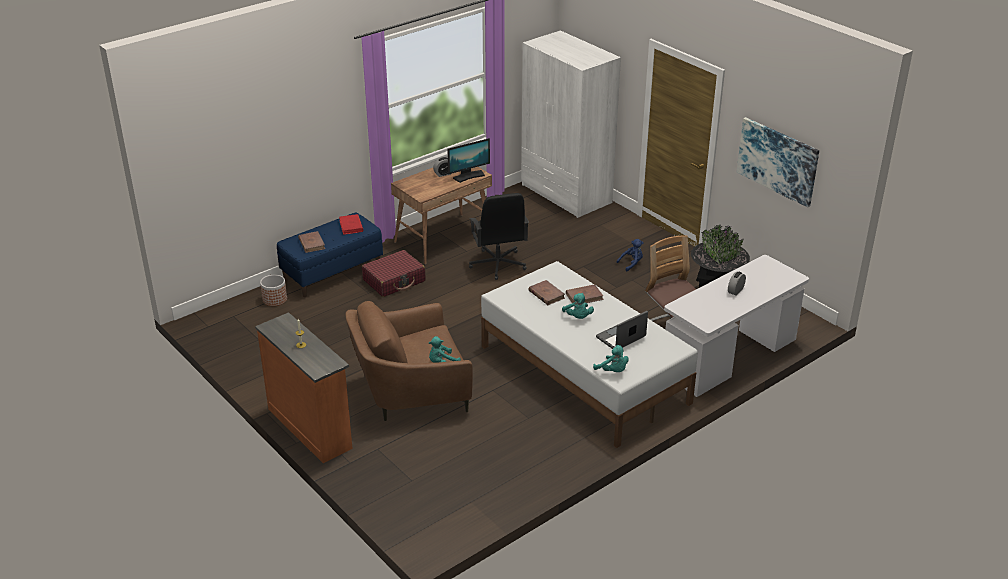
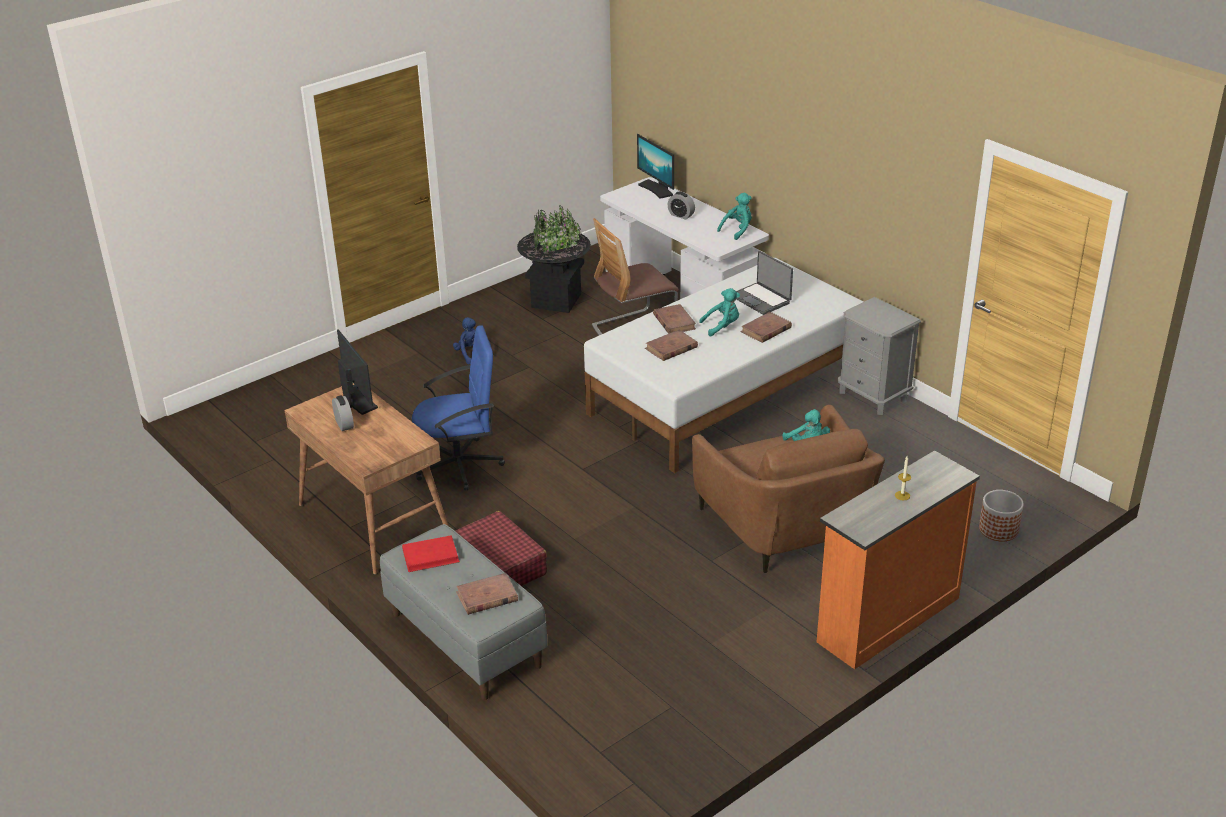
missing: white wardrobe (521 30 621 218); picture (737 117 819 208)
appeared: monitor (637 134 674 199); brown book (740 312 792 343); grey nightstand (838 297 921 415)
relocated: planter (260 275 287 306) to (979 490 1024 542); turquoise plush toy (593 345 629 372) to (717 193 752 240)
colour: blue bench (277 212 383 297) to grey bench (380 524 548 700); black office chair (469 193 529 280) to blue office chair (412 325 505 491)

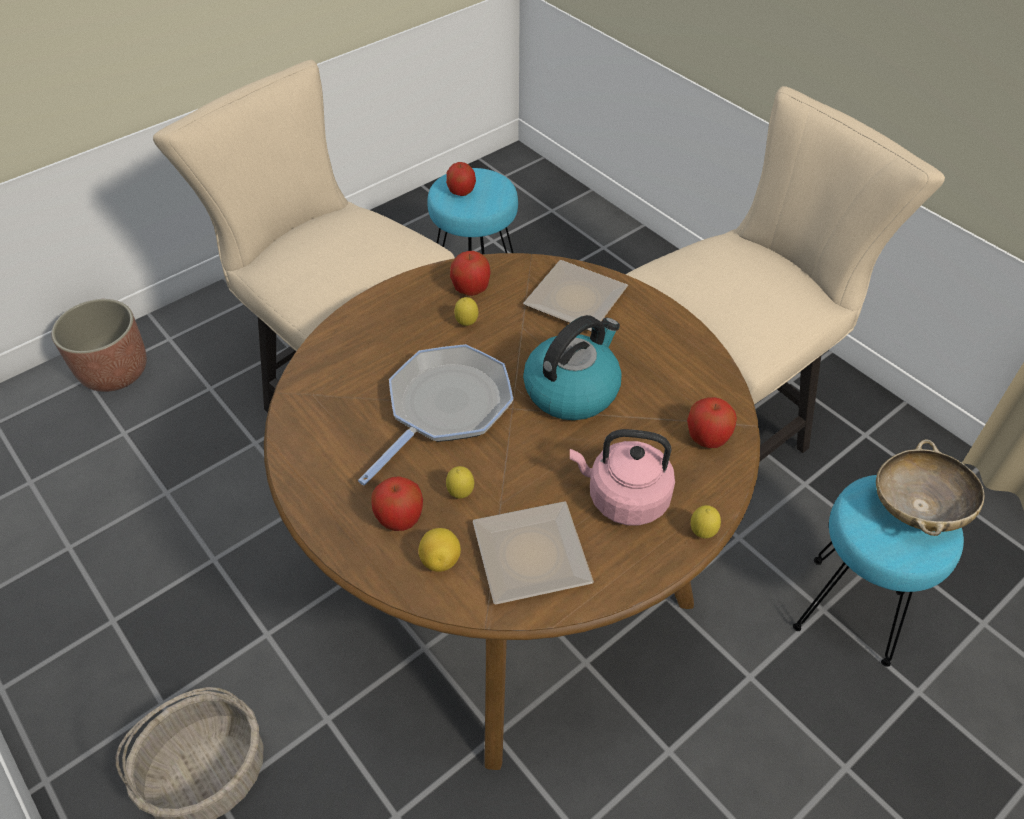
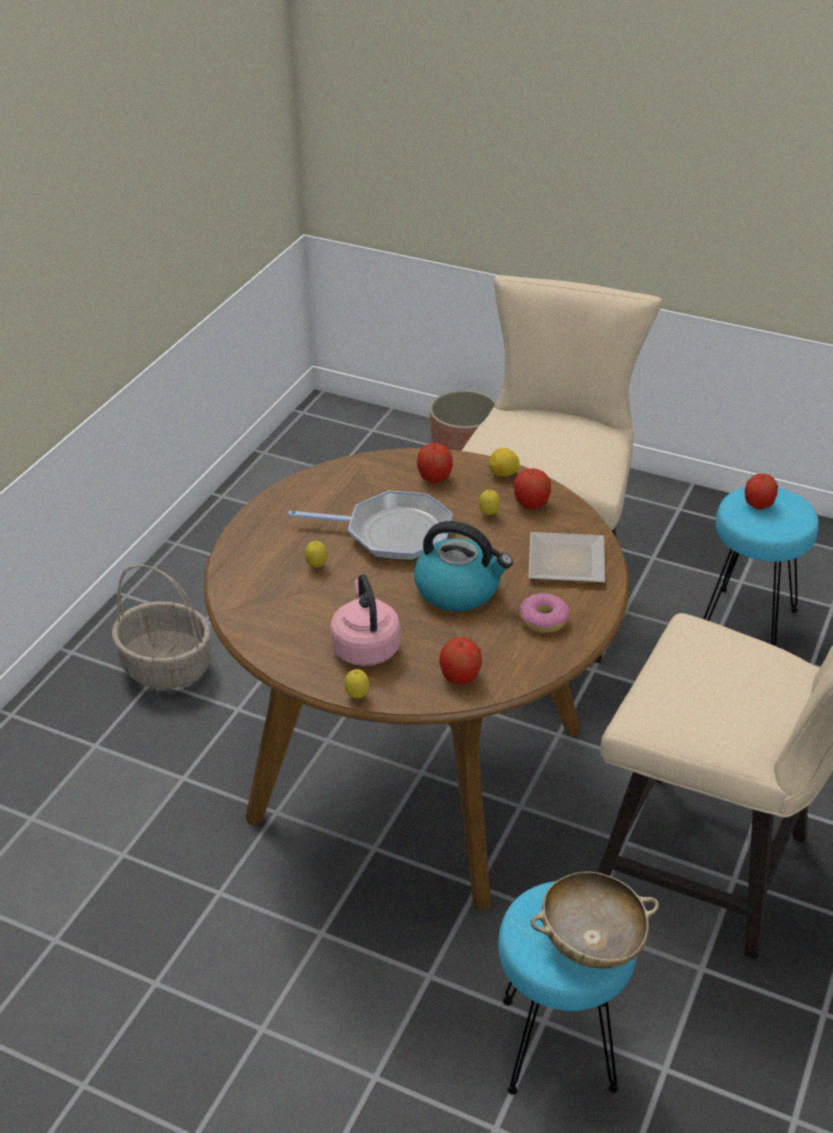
missing: plate (473 501 594 605)
appeared: donut (519 593 570 633)
relocated: apple (371 476 423 531) to (417 443 453 483); lemon (419 528 461 572) to (489 448 519 477)

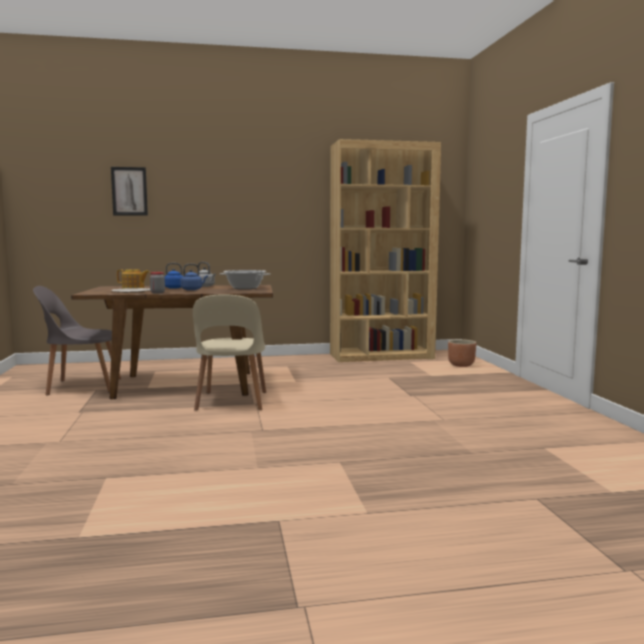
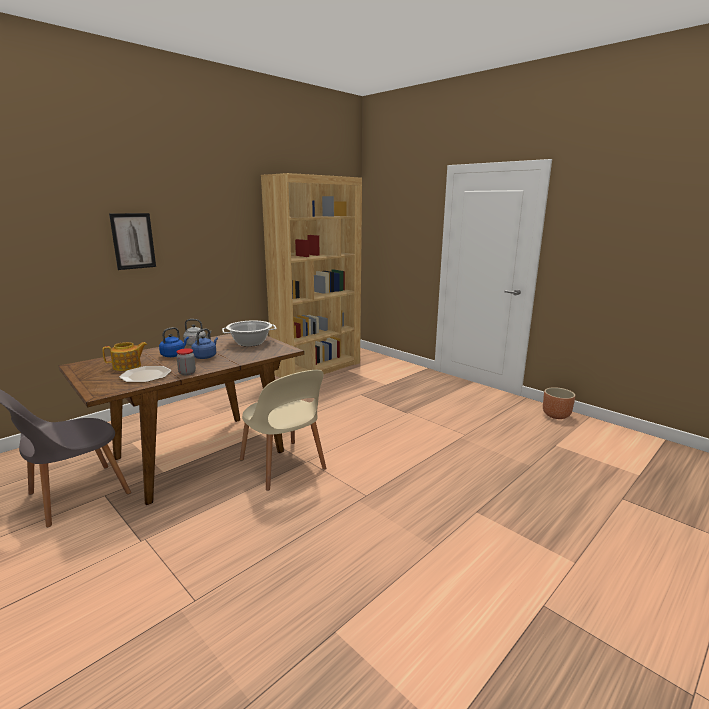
relocated: picture (111 167 148 216) to (109 213 156 270); brown planter (448 339 476 367) to (543 387 575 419)

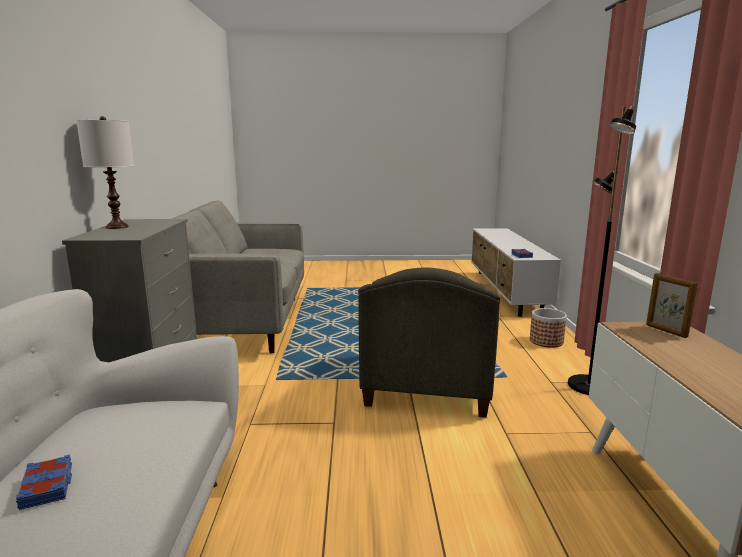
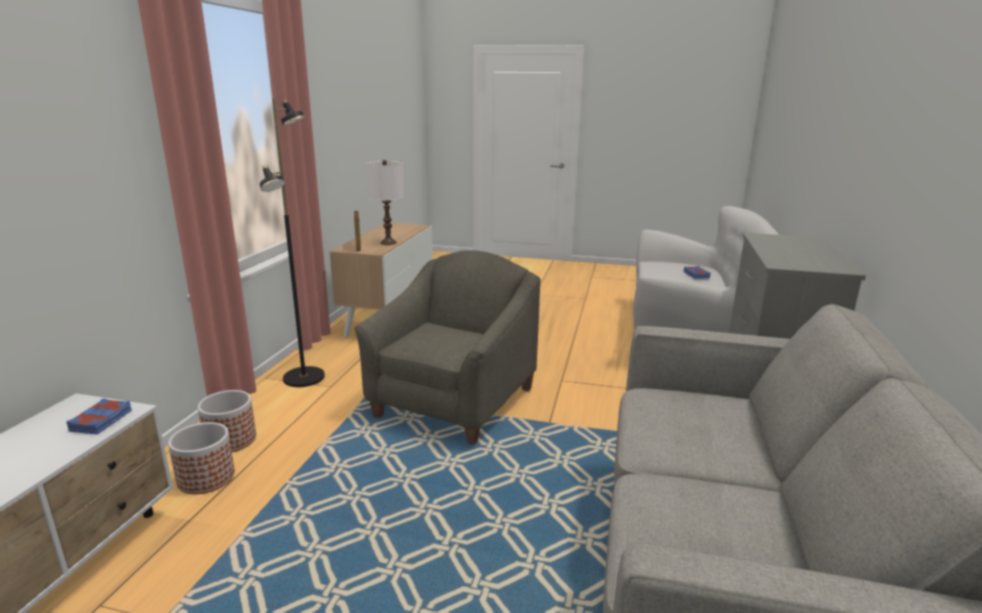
appeared: planter (168 422 235 494)
relocated: white table lamp (76 116 134 229) to (366 160 404 245)

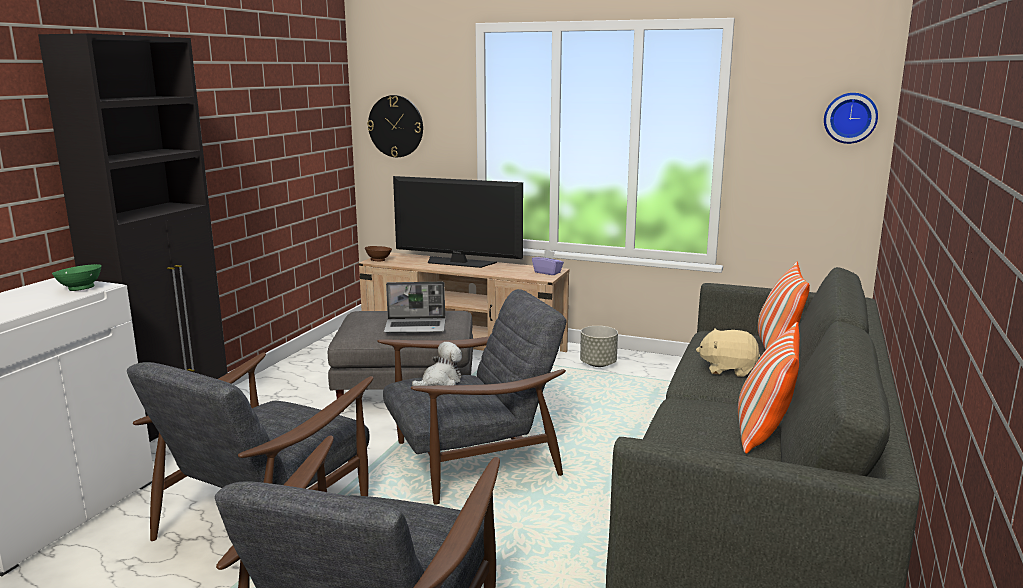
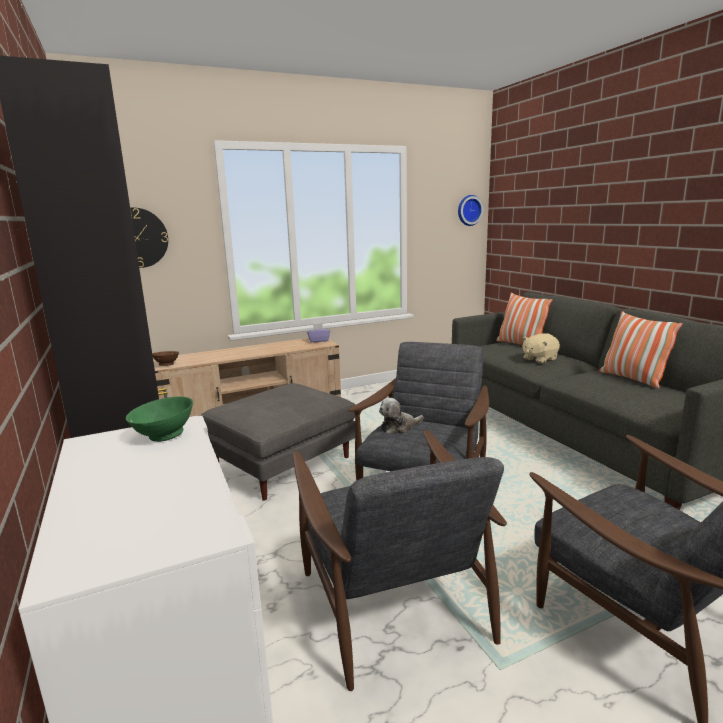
missing: laptop (384 282 445 333); television (393 176 523 268); grey planter (580 326 618 367)
spun: plush toy (412 342 462 386) = (379 398 424 435) 120 degrees counterclockwise

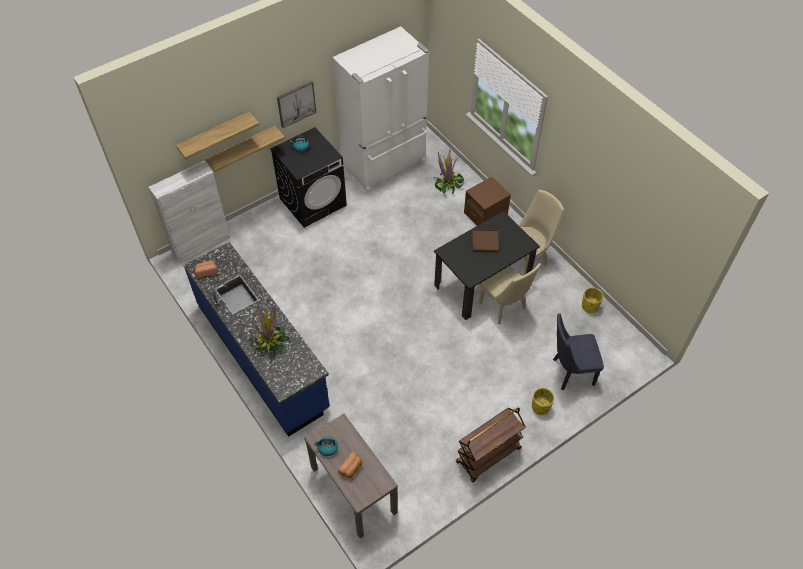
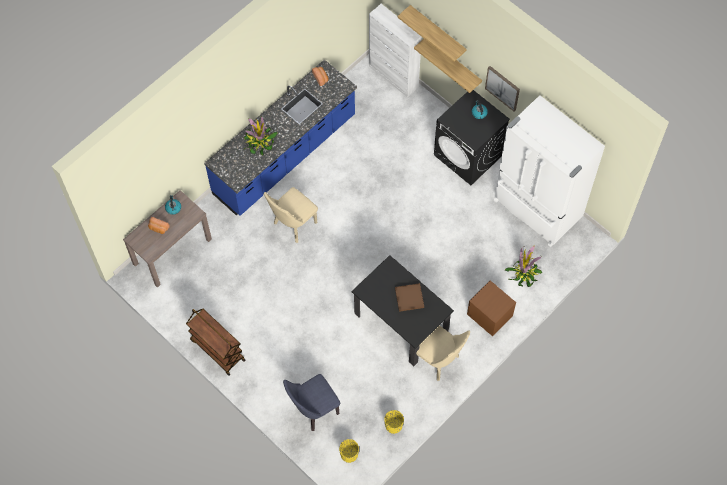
relocated: beige chair (479 263 541 324) to (264 187 318 243); yellow planter (532 388 554 415) to (339 439 359 463)
spun: blue chair (553 313 604 390) = (283 374 340 431) 105 degrees counterclockwise

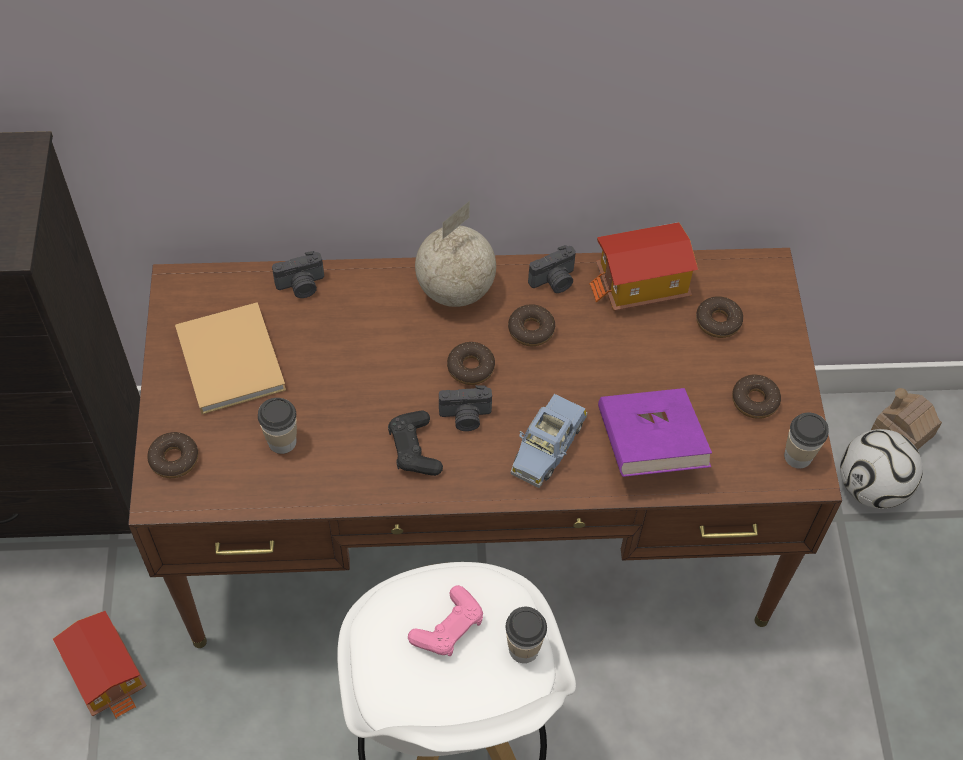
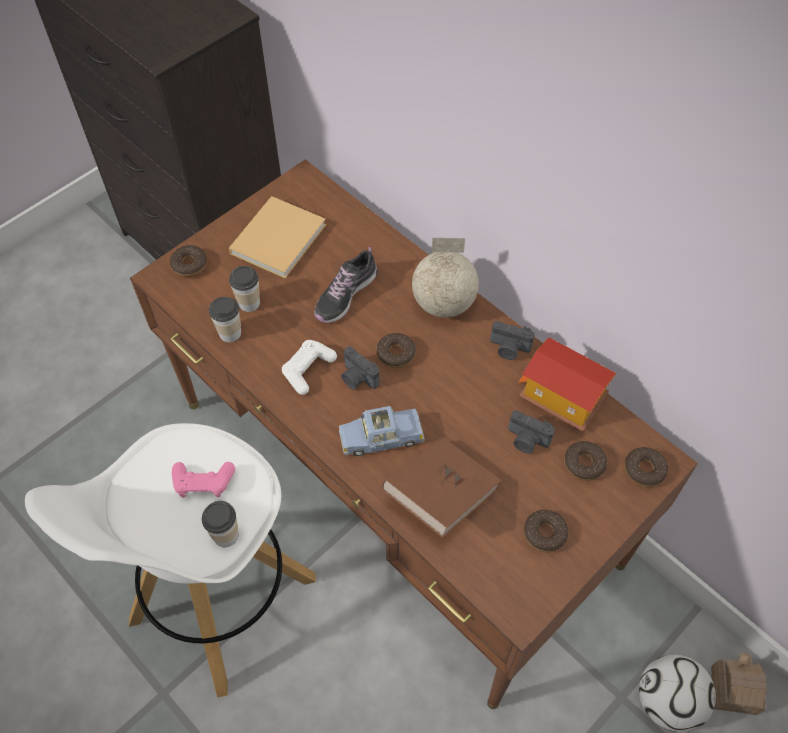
missing: toy house (53 611 146 719)
appeared: shoe (314 247 377 323)
relocated: photo camera (272 251 324 298) to (508 410 555 453); donut (508 304 555 346) to (625 447 668 487); cup (784 413 829 469) to (209 297 241 342)
colour: black game controller (388 410 443 476) to white game controller (282 340 337 395); purple book (598 388 712 477) to brown book (382 437 502 538)

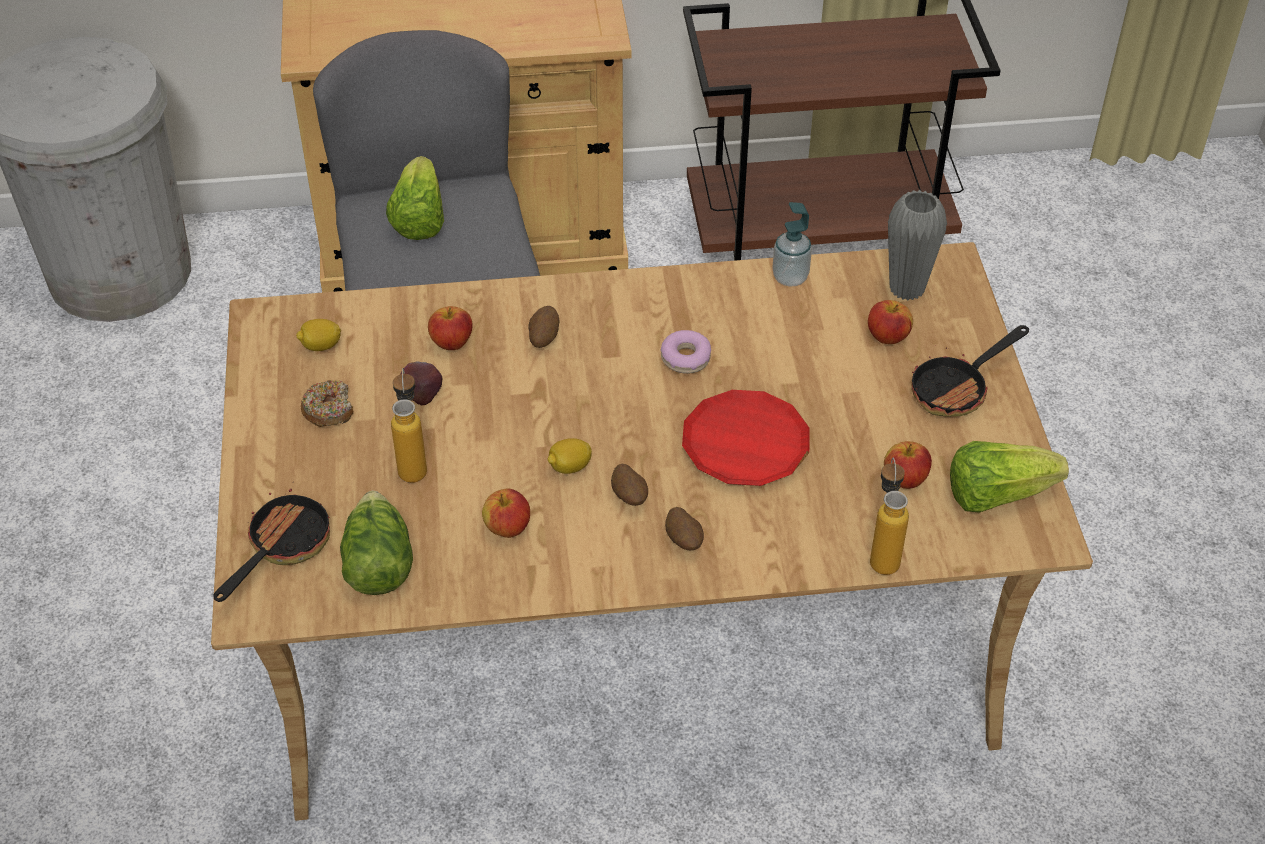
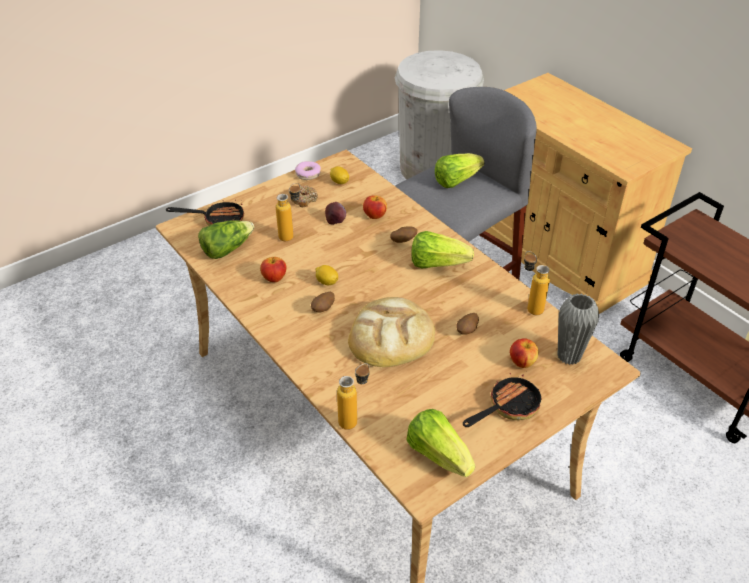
missing: apple (884 441 932 489)
appeared: lettuce (411 231 474 269)
relocated: donut (661 330 711 374) to (295 161 321 180); potato (665 507 704 550) to (456 313 479 335)
exchanged: red plate (682 390 810 486) to bread (348 297 435 367); soap dispenser (772 202 812 287) to bottle (524 251 550 315)
spun: frying pan (912 325 1029 416) = (463 373 541 427) 120 degrees clockwise

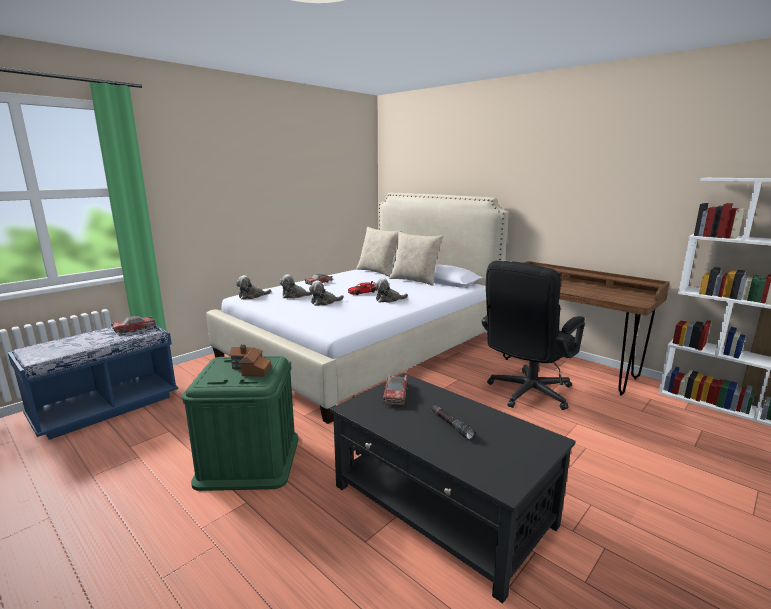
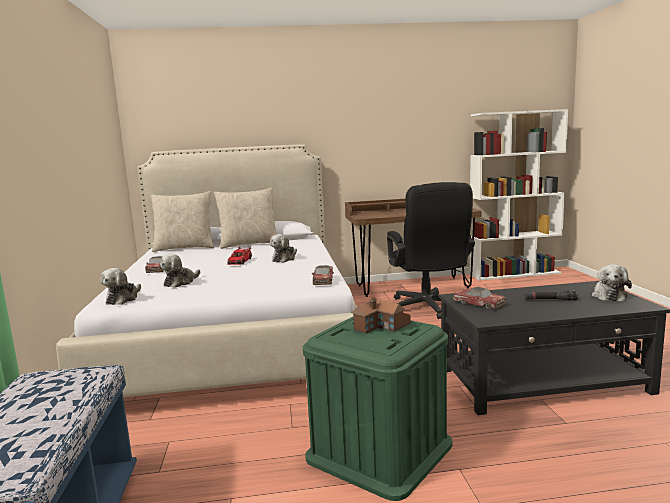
relocated: toy car (111 316 156 334) to (312 265 334 285); plush toy (309 280 344 306) to (591 264 632 302)

